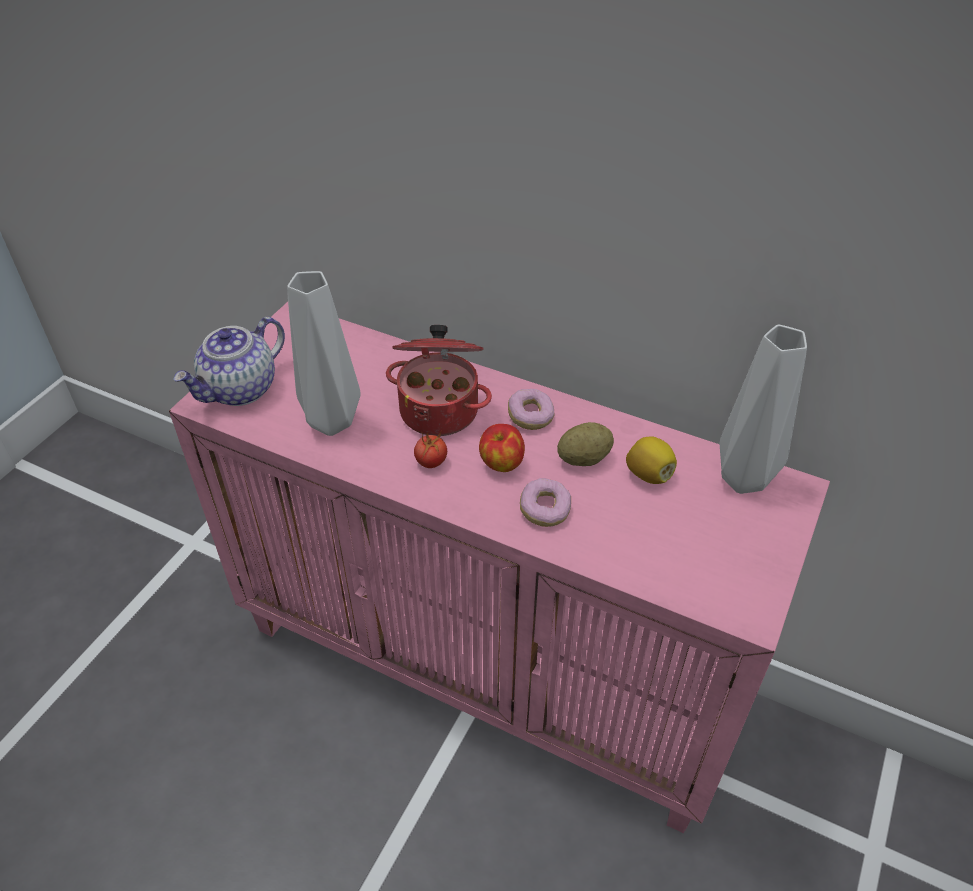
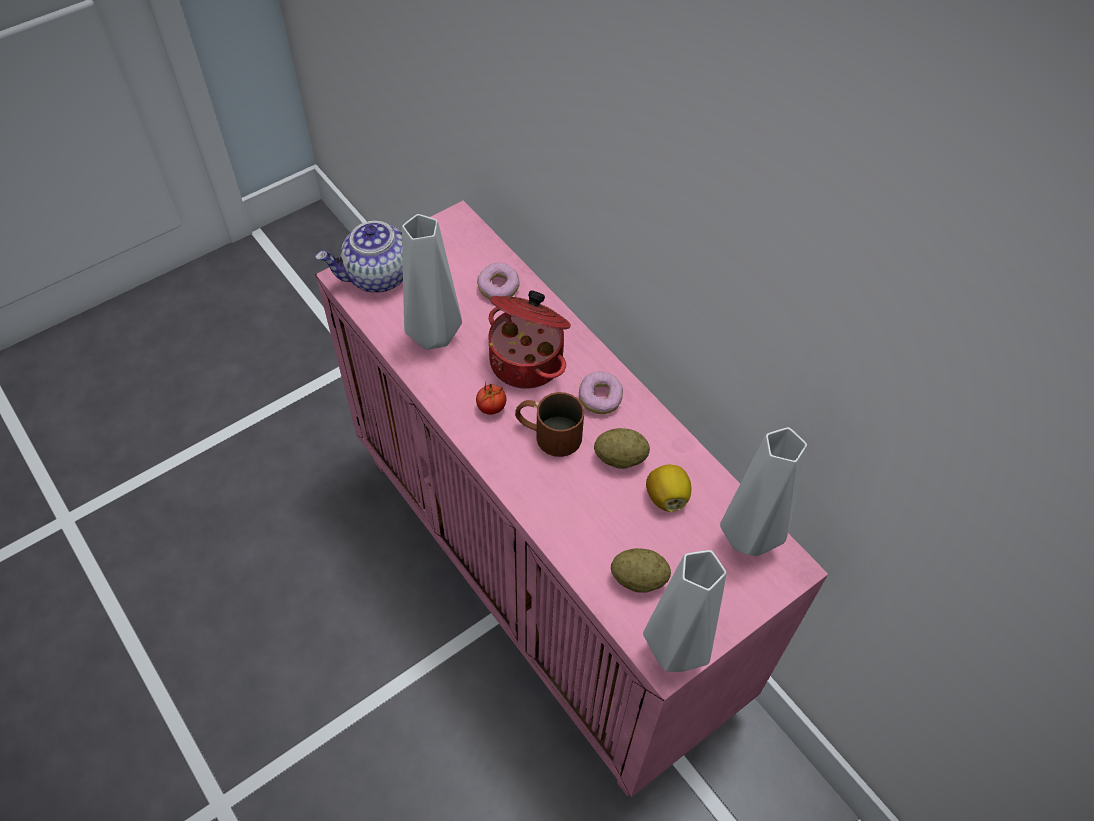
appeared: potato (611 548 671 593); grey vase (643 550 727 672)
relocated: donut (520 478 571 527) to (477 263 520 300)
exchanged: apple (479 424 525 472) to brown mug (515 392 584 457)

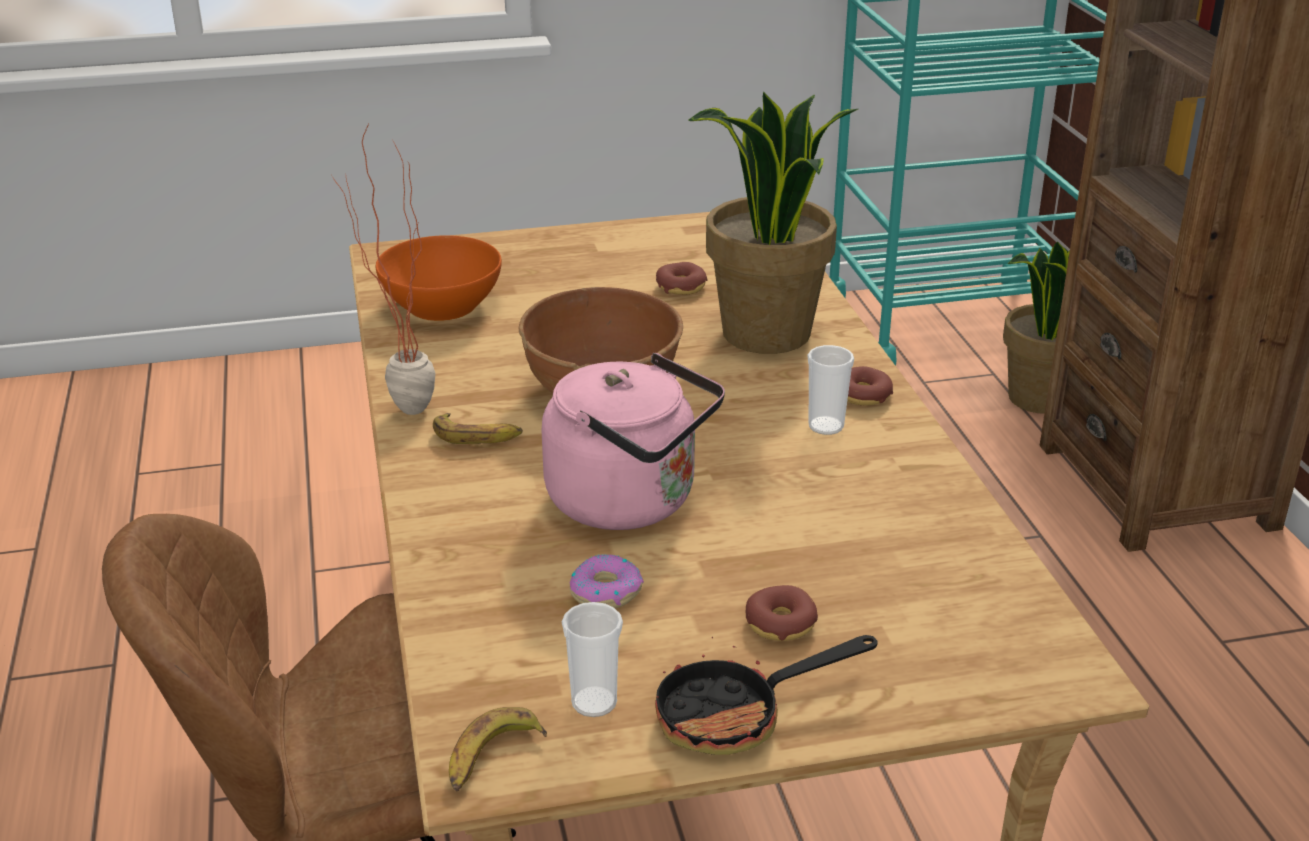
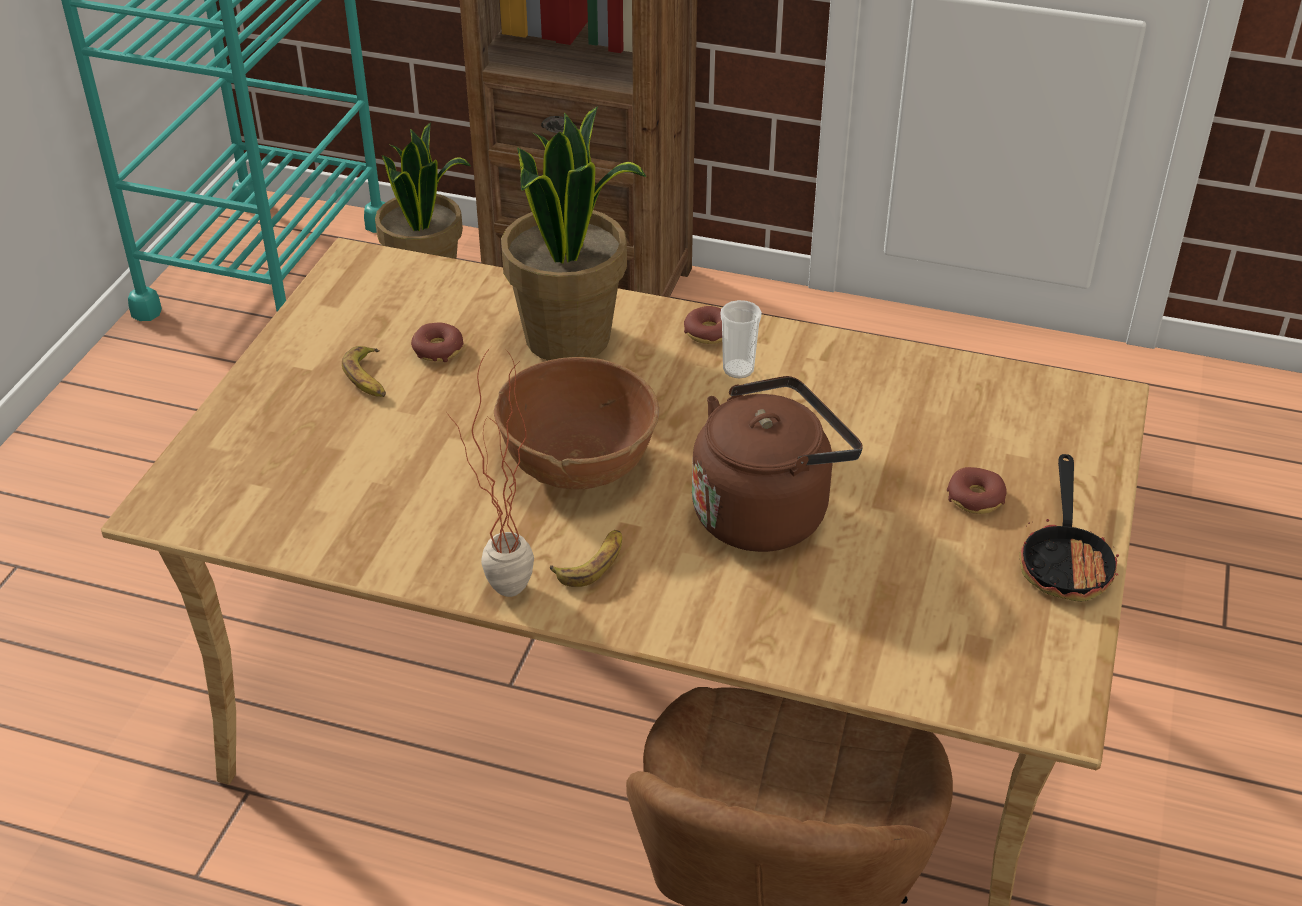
missing: orange bowl (376 235 502 321); cup (562 602 623 717); donut (570 554 644 608)
relocated: banana (449 707 547 791) to (342 346 386 397)
colour: pink kettle (542 353 725 530) to brown kettle (692 376 863 552)

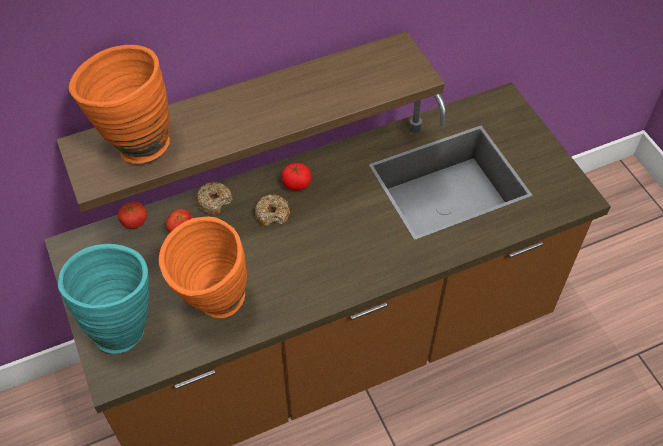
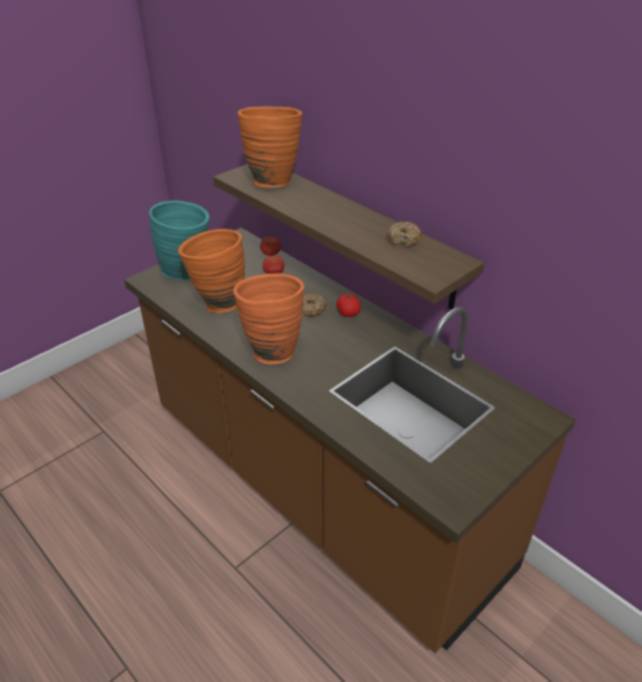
appeared: orange vase (233 274 304 364)
relocated: donut (196 182 233 215) to (387 221 421 247)

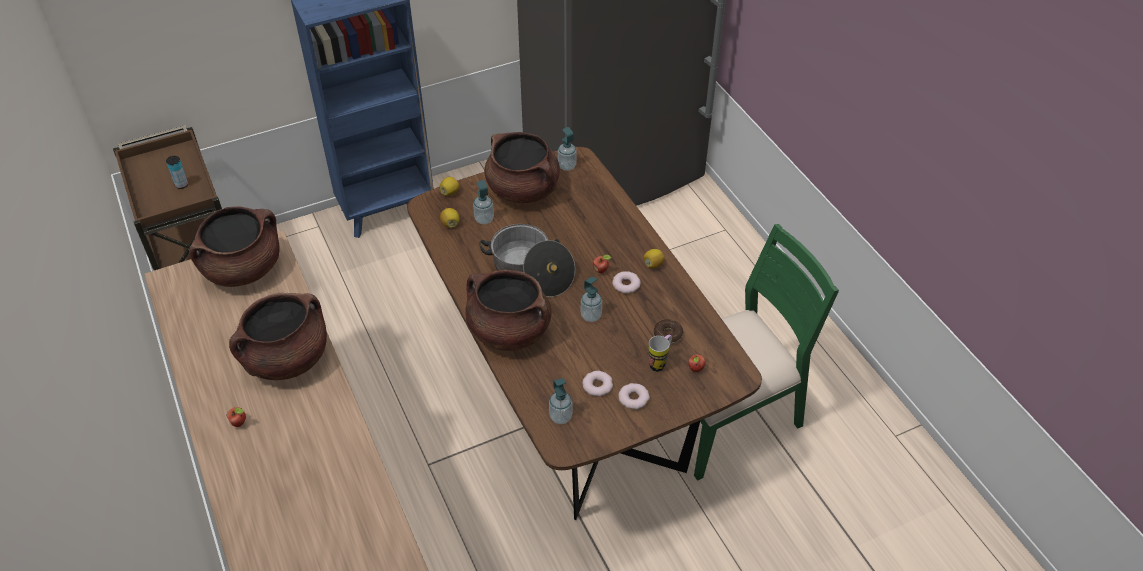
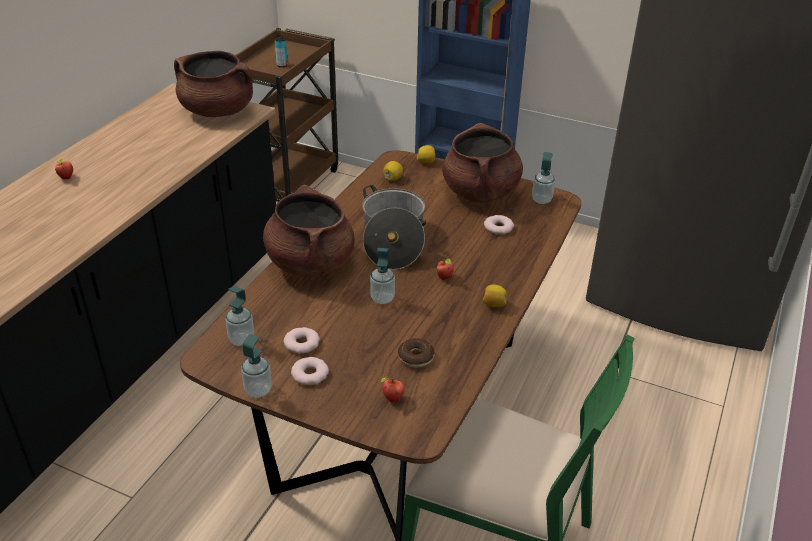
missing: brown cooking pot (229 293 327 380); mug (648 335 672 372)
relocated: soap dispenser (473 180 494 224) to (241 334 272 398); donut (612 271 641 294) to (484 215 514 235)

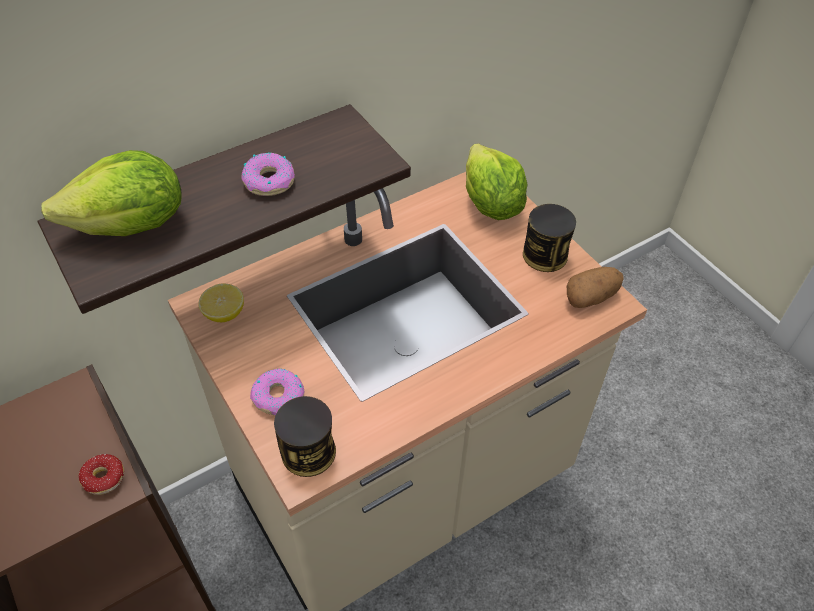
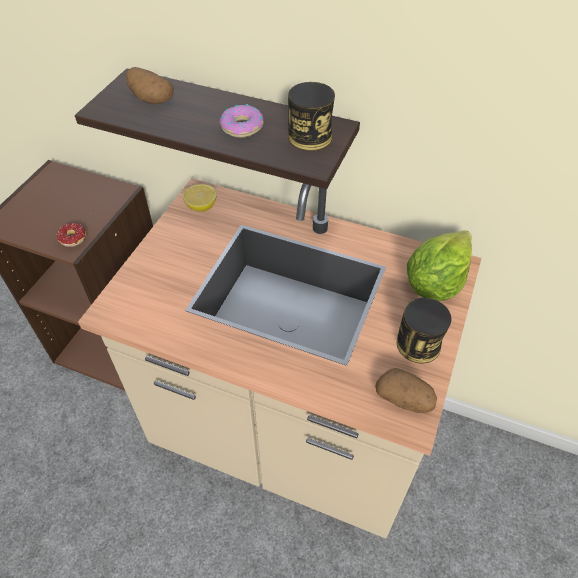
missing: donut (250 368 305 416)
relocated: can (274 396 336 477) to (288 82 335 151)
exchanged: lettuce (41 150 182 236) to potato (126 67 174 104)

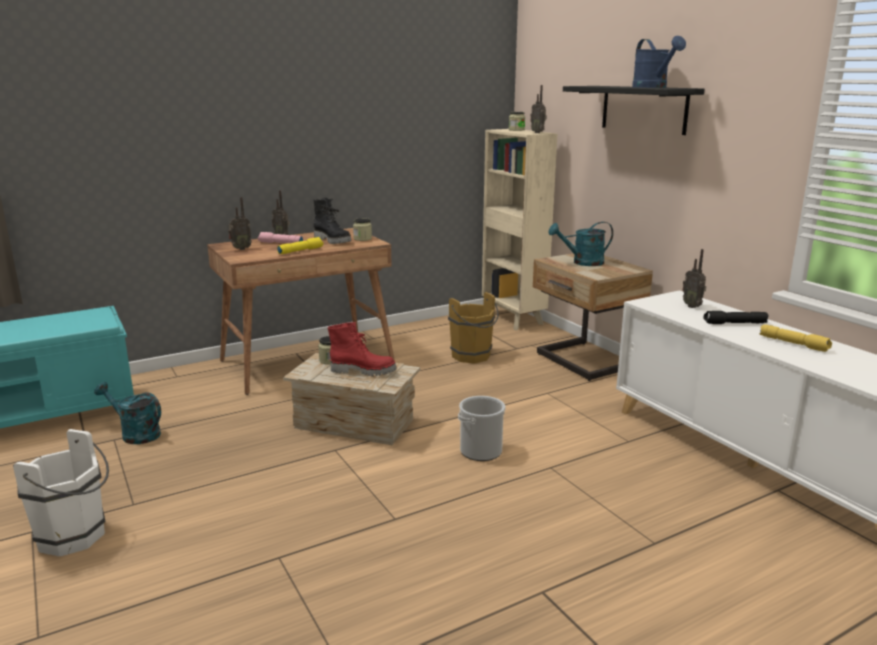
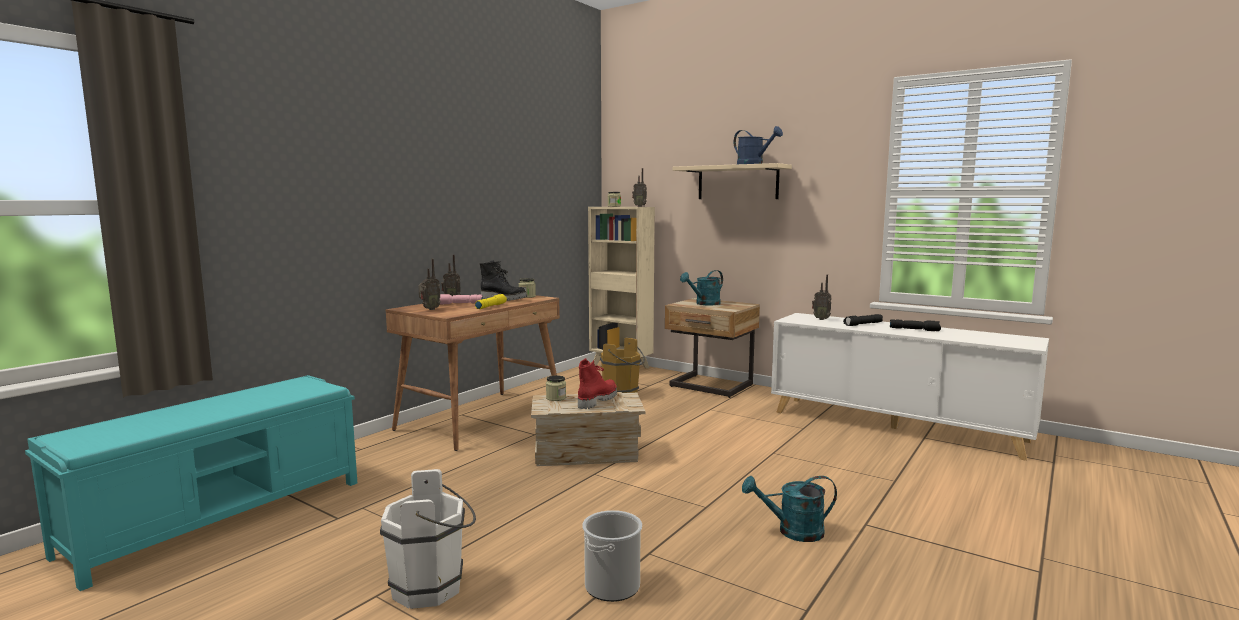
relocated: turquoise watering can (94 382 161 444) to (742 476 837 542); bucket (458 396 505 461) to (582 510 642 602)
colour: black shelf (563 86 705 135) to beige shelf (673 163 792 199); yellow flashlight (760 325 832 352) to black flashlight (890 319 941 331)
spun: red boot (328 322 397 376) = (578 358 617 409) 45 degrees counterclockwise

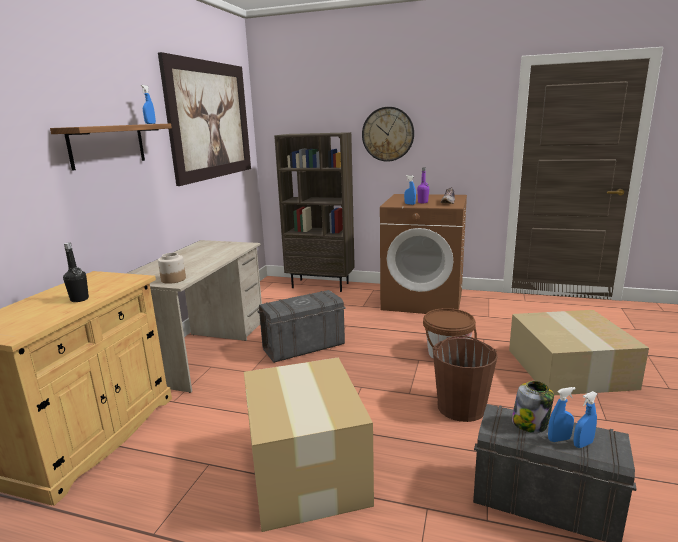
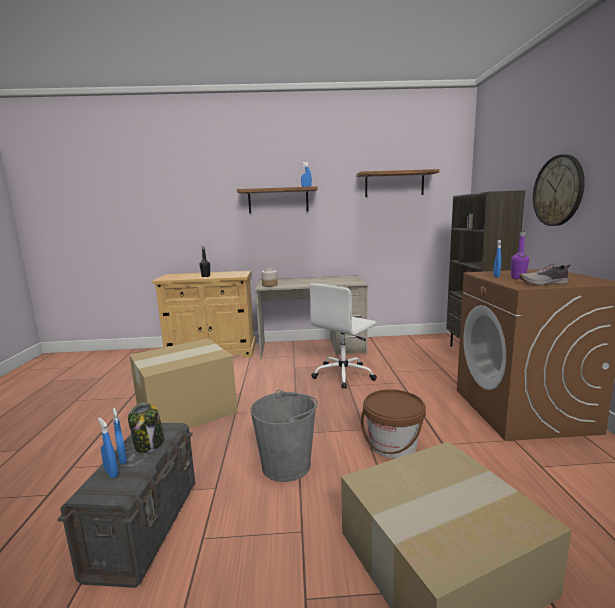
exchanged: picture (158 52 251 186) to shelf (357 169 440 197); grey storage box (257 290 346 363) to white office chair (309 283 377 389)
colour: brown bucket (432 336 498 422) to grey bucket (250 390 318 482)

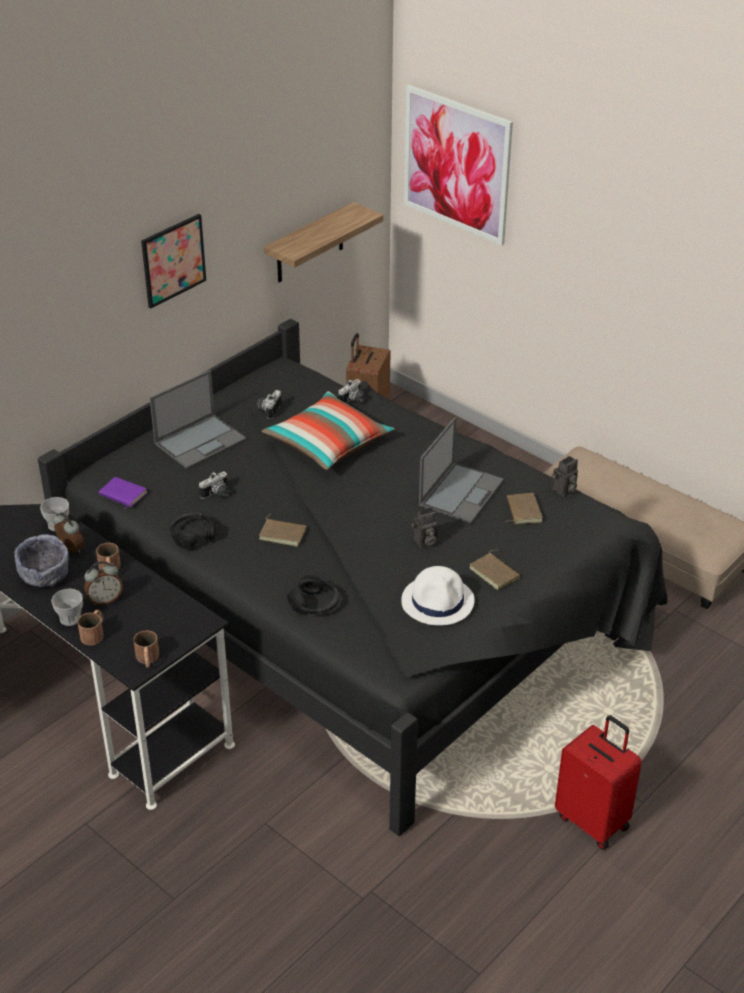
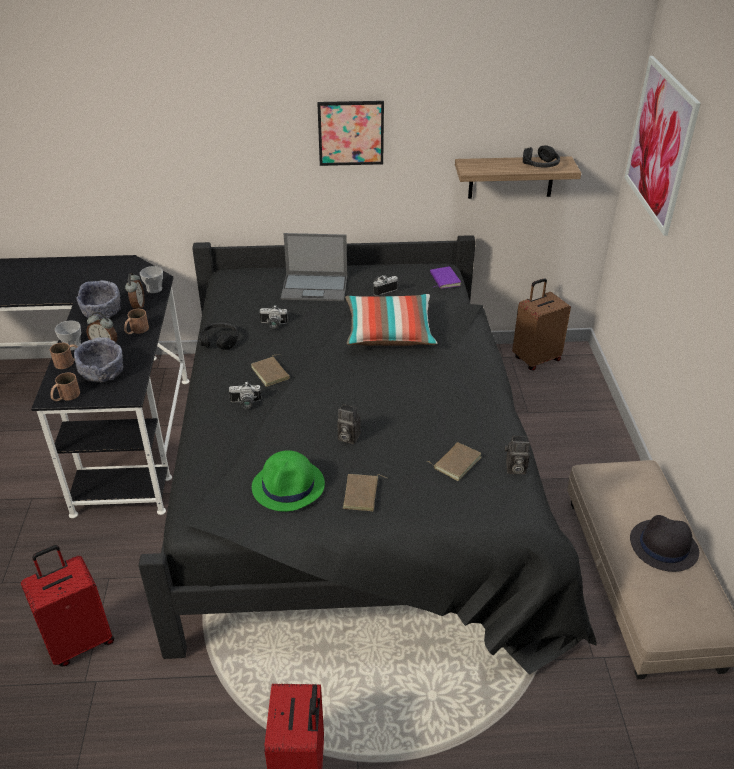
missing: laptop (419 417 504 523)
appeared: red suitcase (21 545 114 667); grey bowl (74 337 123 383); black hat (630 515 699 572)
relocated: purple book (99 477 147 510) to (430 266 461 289); black headphones (287 575 339 614) to (523 146 560 167); photo camera (338 379 366 403) to (229 382 262 409)
colour: white hat (401 566 475 626) to green hat (252 450 325 512)

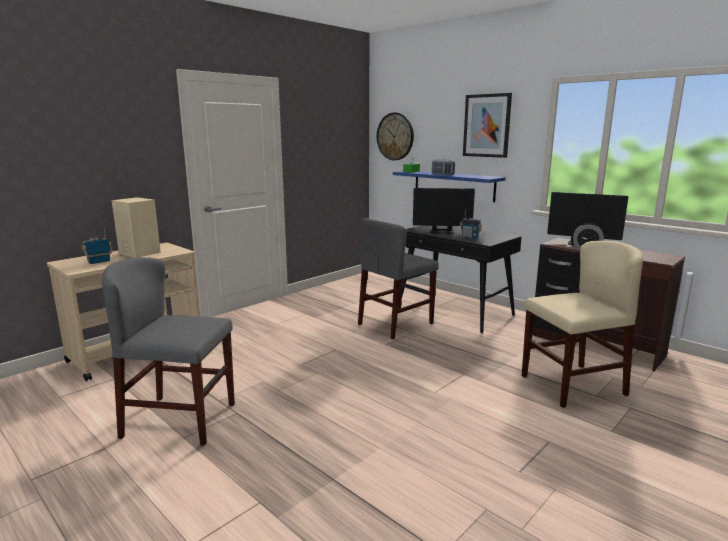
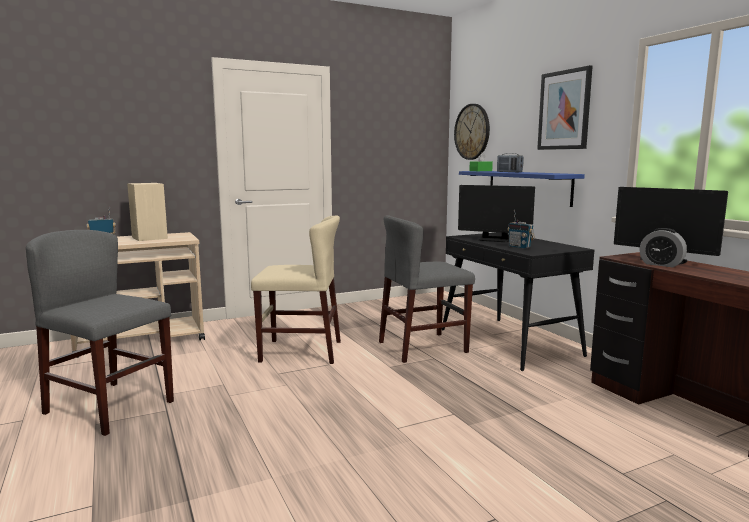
relocated: beige chair (522 241 643 408) to (251 215 341 364)

